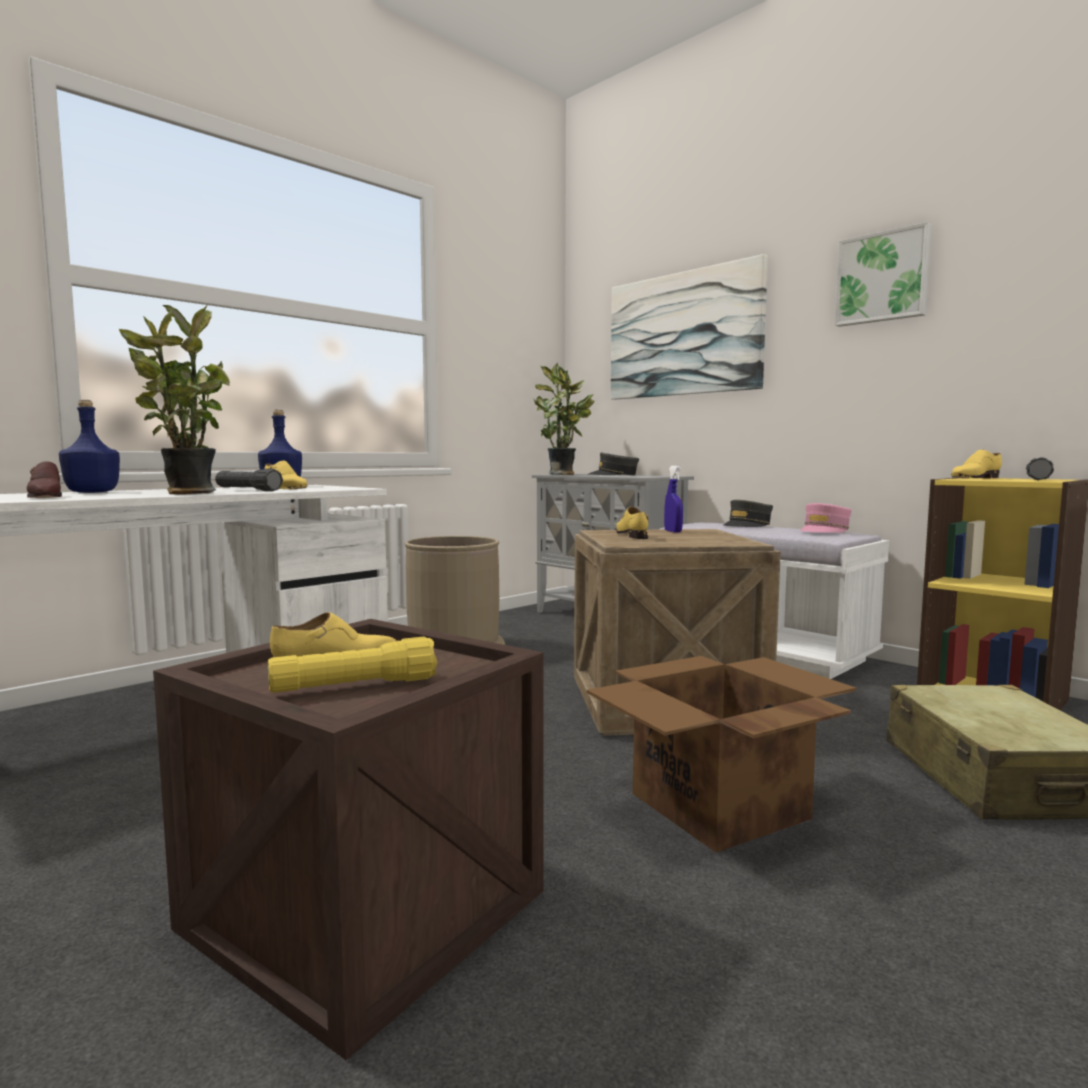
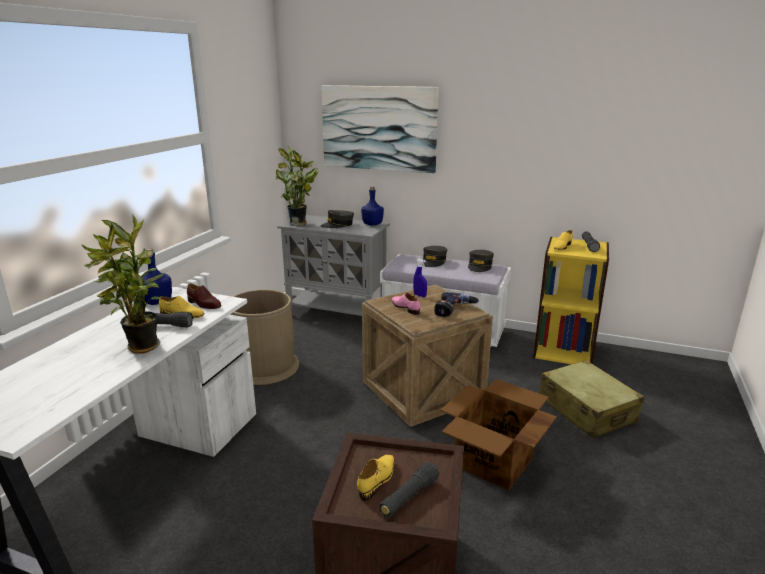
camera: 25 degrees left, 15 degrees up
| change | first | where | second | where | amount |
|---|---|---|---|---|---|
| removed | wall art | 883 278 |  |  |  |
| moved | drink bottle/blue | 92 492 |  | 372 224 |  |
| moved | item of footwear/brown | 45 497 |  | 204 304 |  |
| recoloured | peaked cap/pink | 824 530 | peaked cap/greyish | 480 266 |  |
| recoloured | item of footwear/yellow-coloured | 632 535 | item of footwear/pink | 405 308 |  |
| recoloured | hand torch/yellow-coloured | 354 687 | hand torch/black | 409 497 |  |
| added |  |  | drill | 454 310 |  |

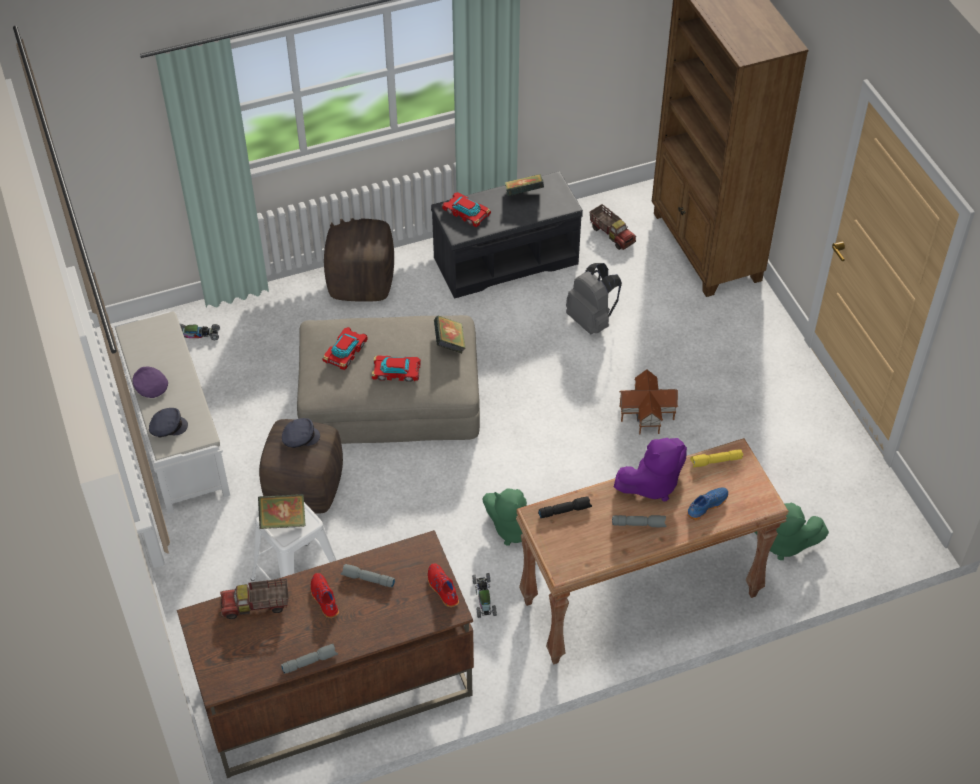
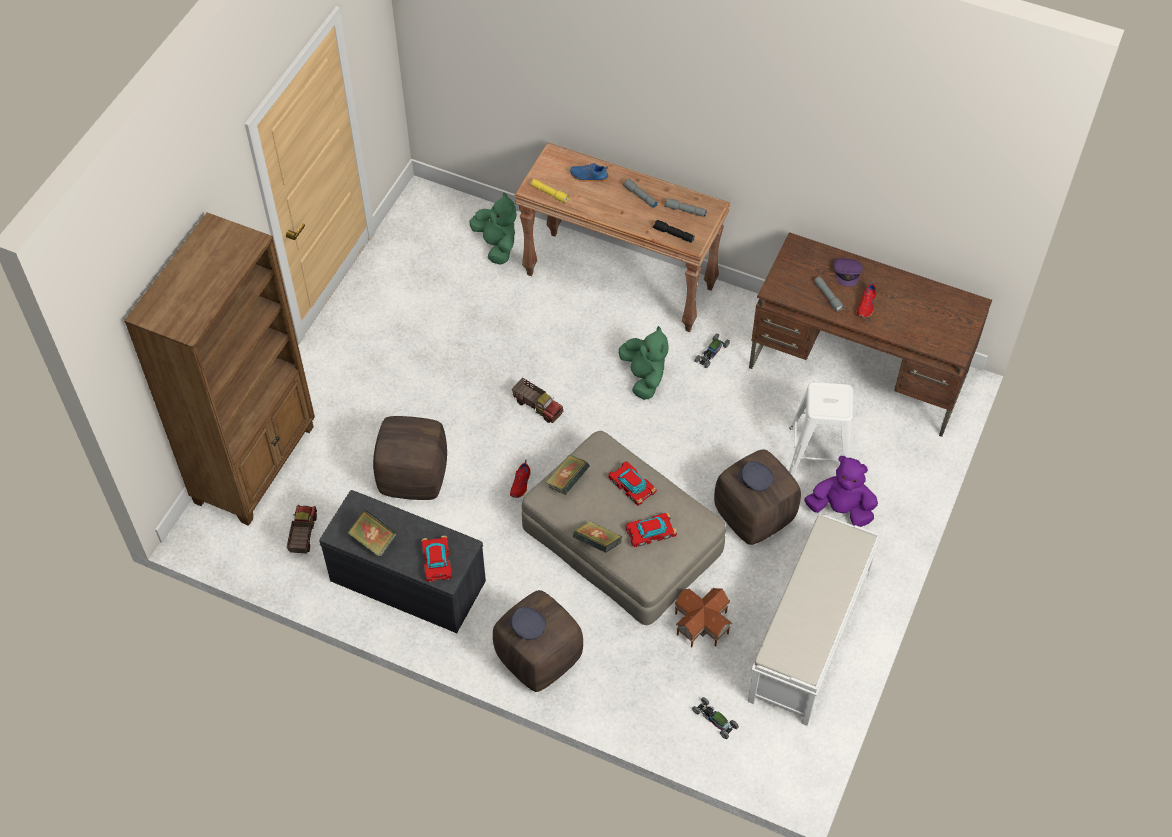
camera: 135 degrees left, 5 degrees up
| change | first | where | second | where | amount |
|---|---|---|---|---|---|
| replaced | knapsack/greyish | 592 320 | footrest/brown | 413 476 |  |
| moved | peaked cap/purplish | 150 387 |  | 847 273 |  |
| moved | model house | 647 413 |  | 701 622 |  |
| moved | peaked cap/greyish | 167 427 |  | 527 627 |  |
| moved | plush toy/purplish | 652 484 |  | 841 509 |  |
| moved | book | 283 520 |  | 597 543 |  |
| moved | item of footwear/red-coloured | 442 588 |  | 521 484 |  |
| moved | toy lorry | 256 606 |  | 538 406 |  |
| moved | hand torch/greyish | 310 661 |  | 684 211 |  |

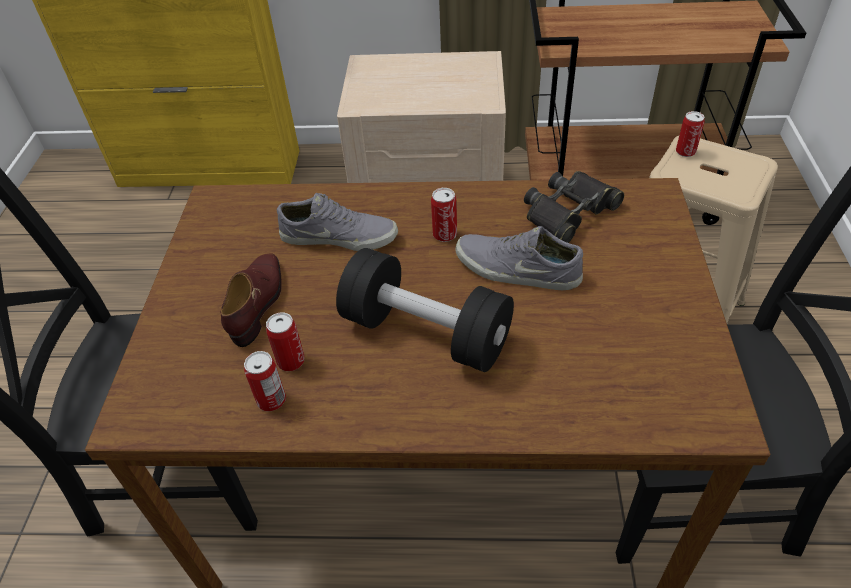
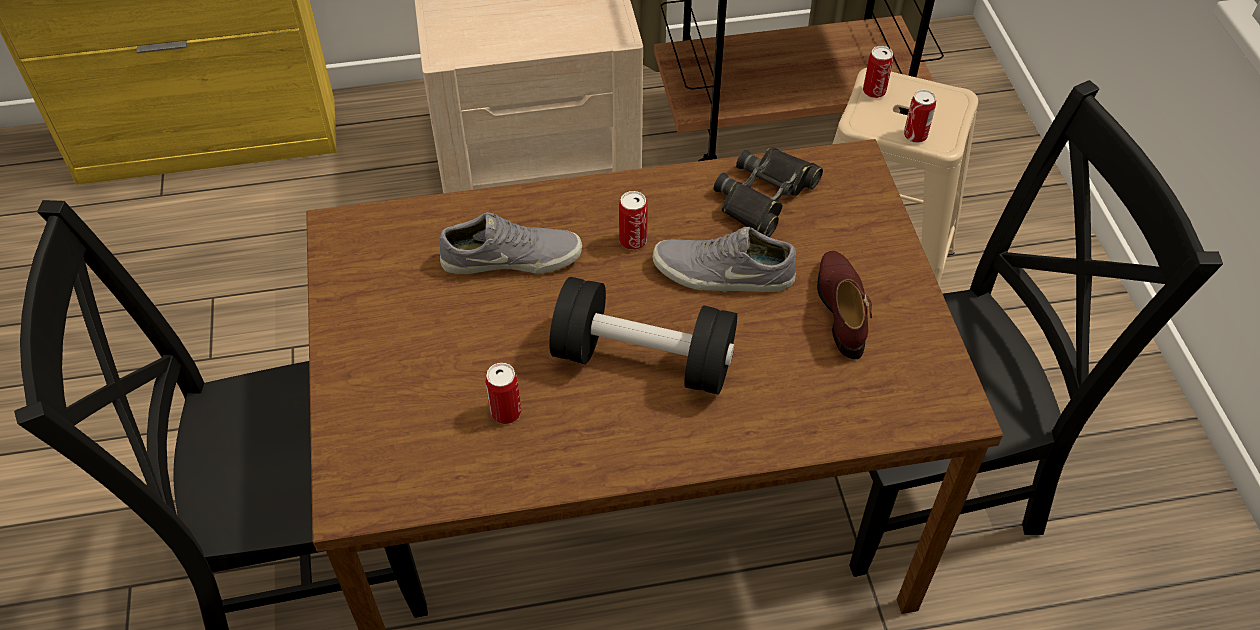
camera: 15 degrees left, 5 degrees up
| change | first | where | second | where | amount |
|---|---|---|---|---|---|
| moved | item of footwear/brown | 258 303 |  | 842 308 |  |
| moved | sealed can | 271 400 |  | 915 135 |  |

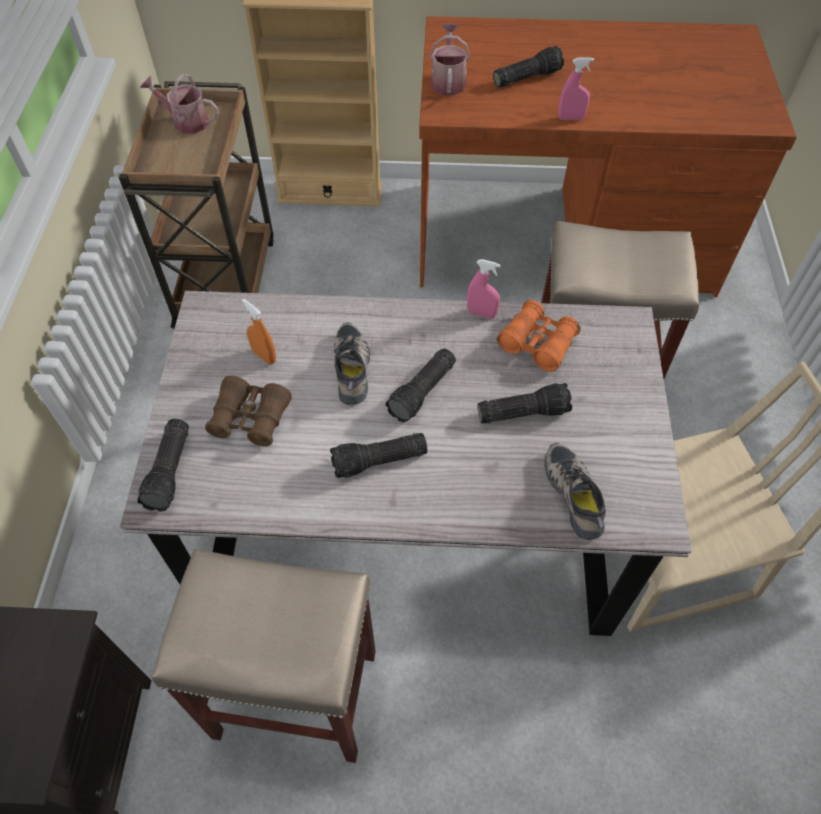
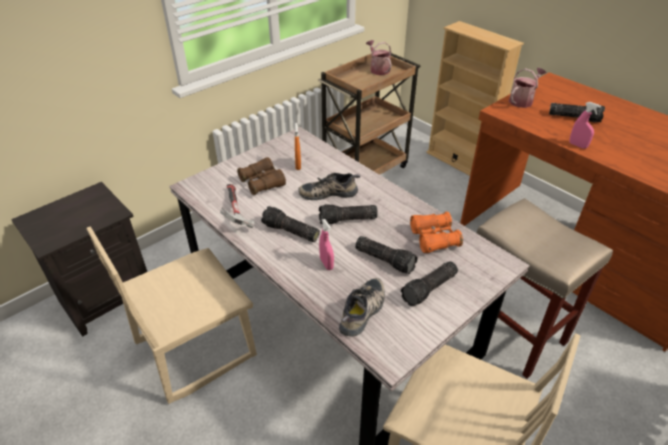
camera: 45 degrees right, 15 degrees down
| change | first | where | second | where | amount |
|---|---|---|---|---|---|
| moved | spray bottle/pink | 481 313 |  | 326 264 |  |
| turned | item of footwear | 353 368 |  | 329 192 | 135 degrees counterclockwise |
| moved | hand torch | 171 471 |  | 430 289 |  |
| replaced | sitting stool/beige-coloured | 293 694 | plain chair/beige-coloured | 195 348 |  |
| added |  |  | tool hammer | 236 212 |  |

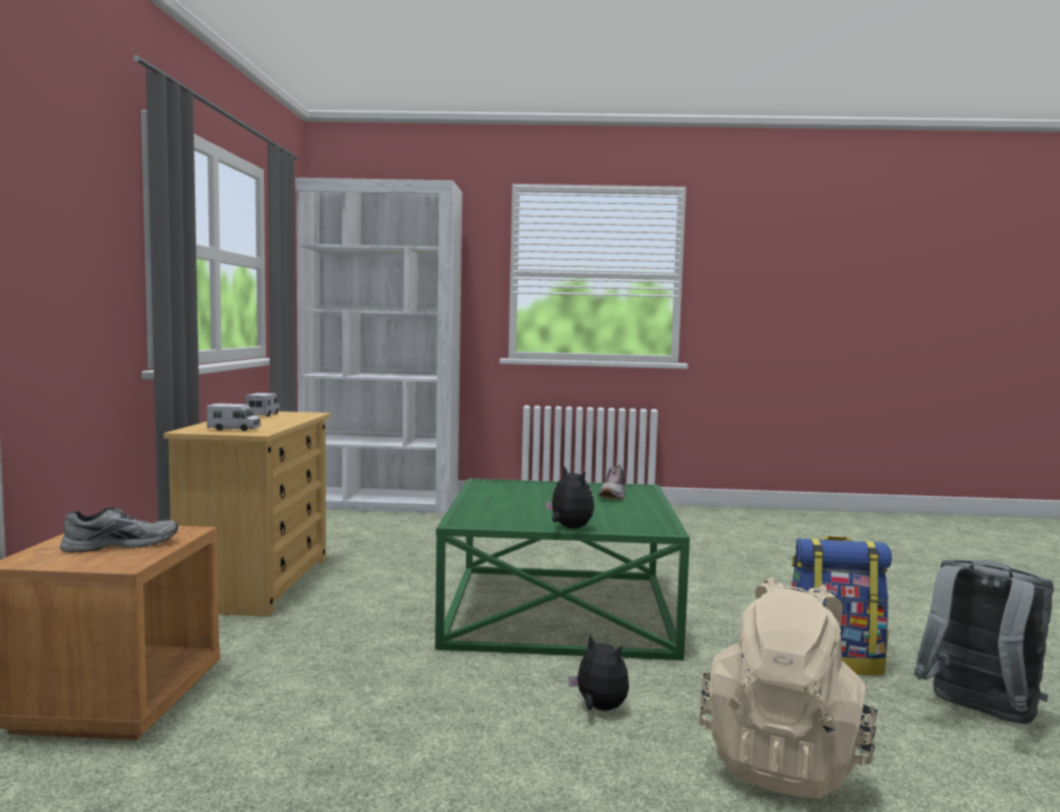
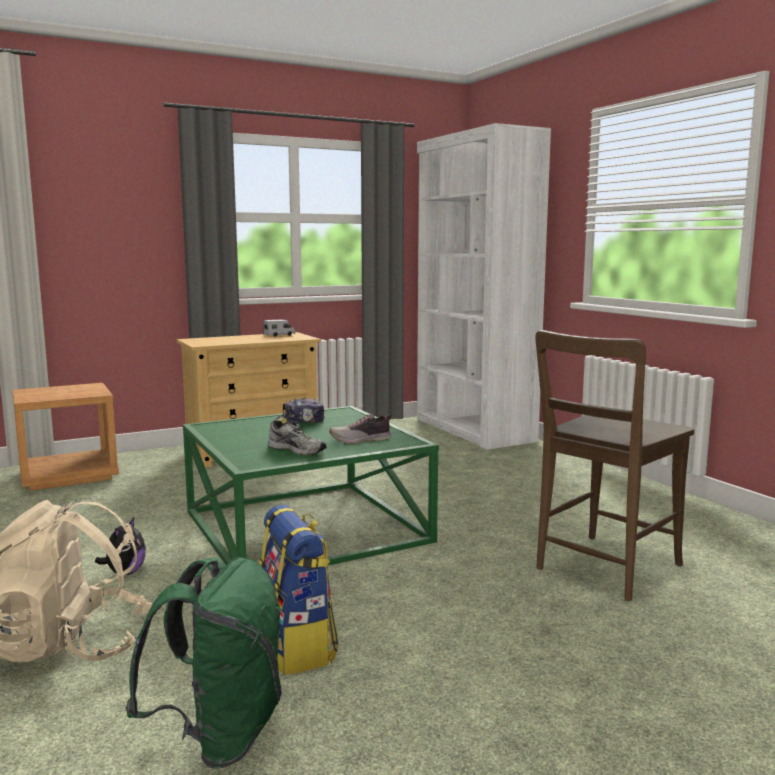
camera: 60 degrees right, 5 degrees up
| change | first | where | second | where | amount |
|---|---|---|---|---|---|
| removed | toy lorry | 234 429 |  |  |  |
| removed | plush toy | 569 528 |  |  |  |
| moved | item of footwear/greyish | 121 544 |  | 298 449 |  |
| recoloured | knapsack/greyish | 977 715 | knapsack/greenish | 220 736 |  |
| added |  |  | plain chair/brown | 604 569 |  |
| added |  |  | peaked cap | 299 422 |  |

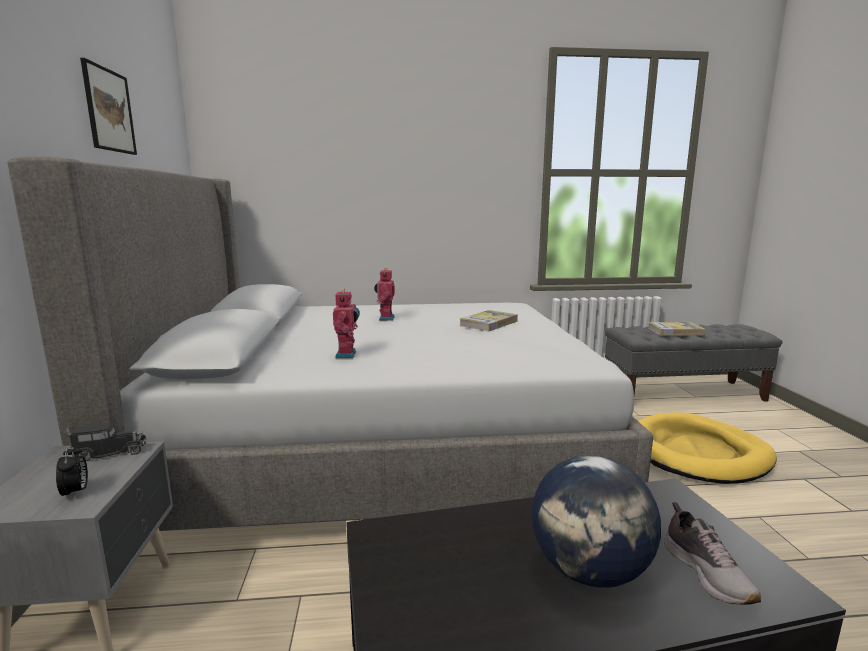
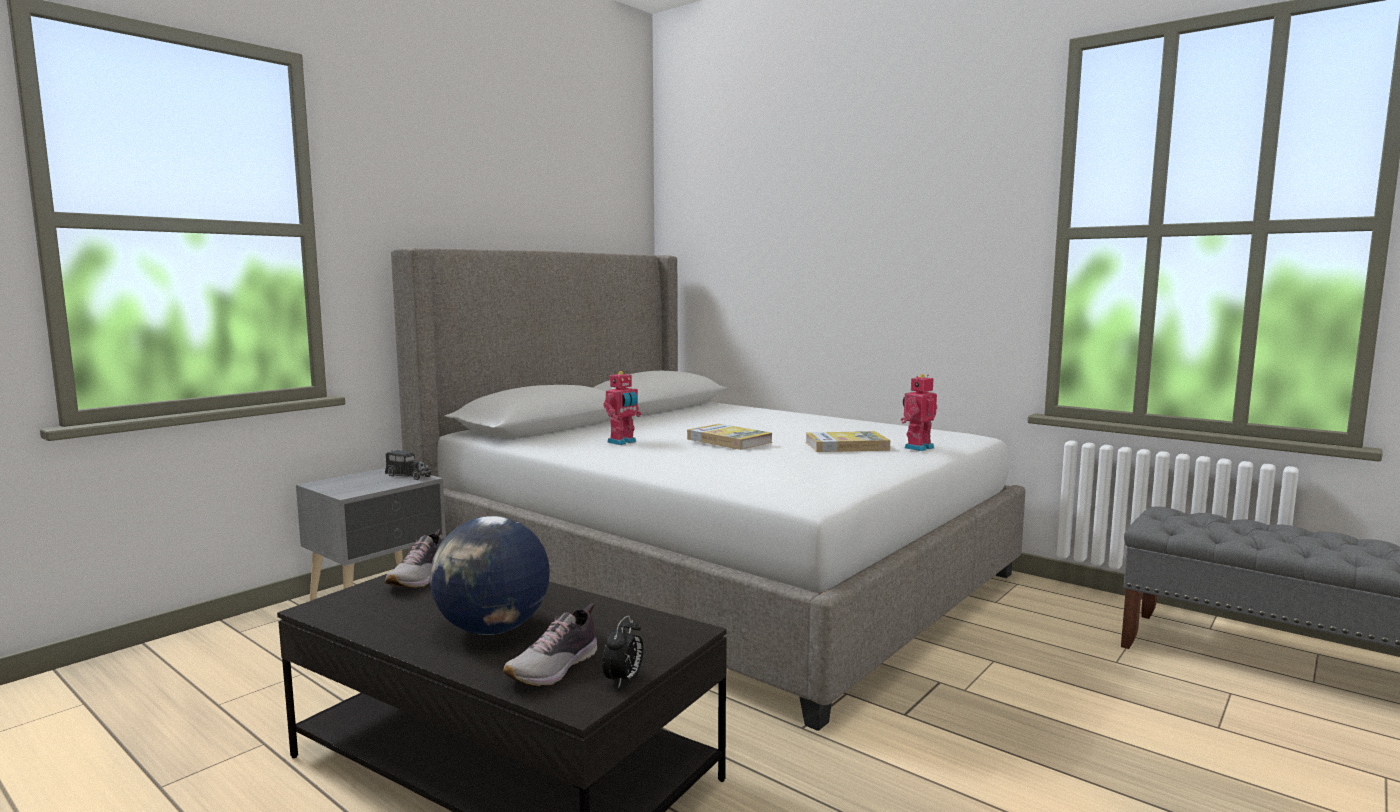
camera: 45 degrees right, 5 degrees down
| change | first | where | second | where | amount |
|---|---|---|---|---|---|
| removed | wall art | 109 110 |  |  |  |
| moved | robot figure | 385 318 |  | 917 447 |  |
| moved | book | 675 331 |  | 729 441 |  |
| removed | pet bed/yellow-coloured | 697 453 |  |  |  |
| moved | alarm clock | 76 492 |  | 624 680 |  |
| added |  |  | item of footwear | 420 578 |  |

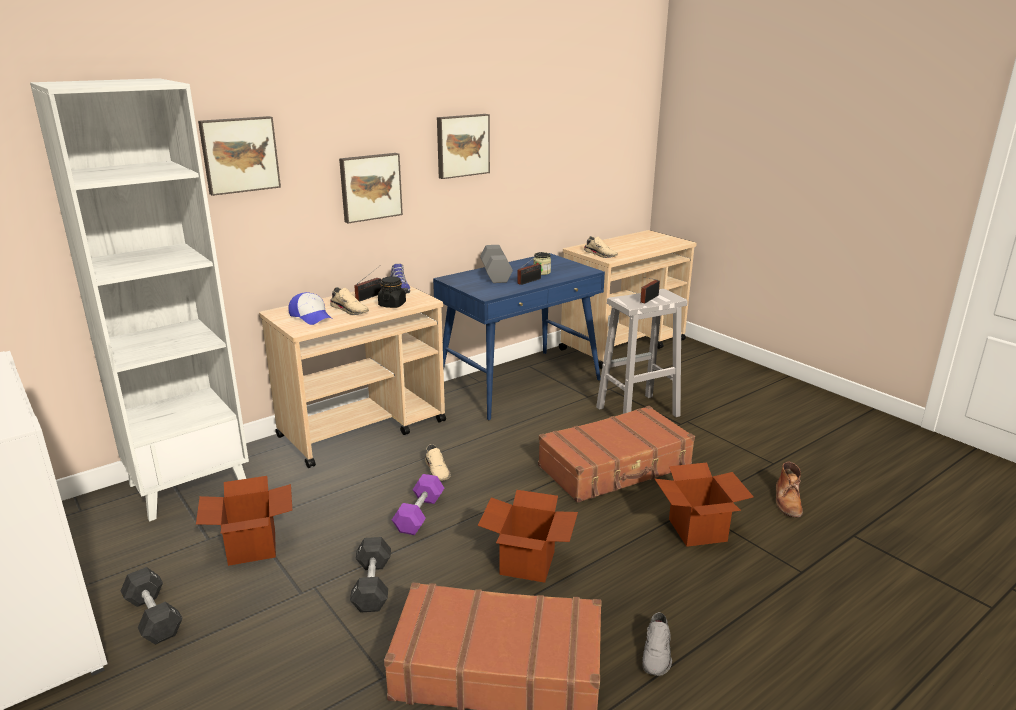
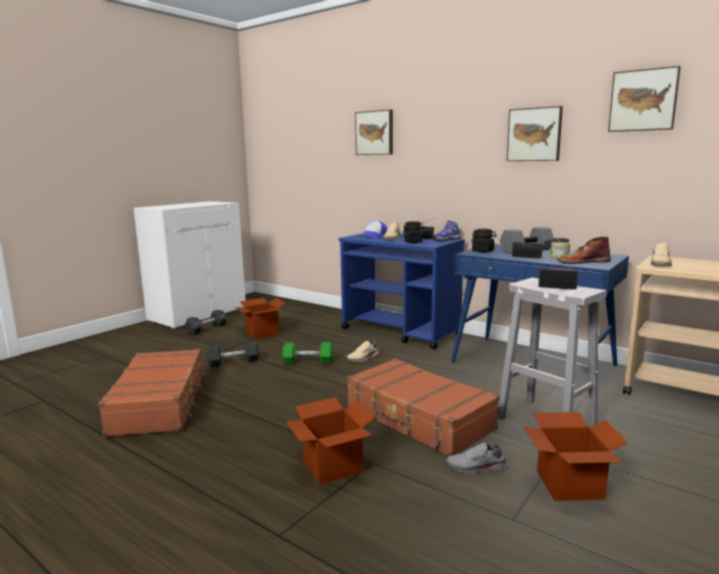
camera: 75 degrees right, 10 degrees down
| change | first | where | second | where | amount |
|---|---|---|---|---|---|
| removed | bookcase/white-coloured | 189 485 |  |  |  |
| moved | wall art | 370 187 |  | 643 100 |  |
| recoloured | trolley/beige-coloured | 364 428 | trolley/blue | 401 331 |  |
| moved | high-top boot/brown | 787 501 |  | 583 262 |  |
| recoloured | dumbbell/purplish | 419 514 | dumbbell/greenish | 308 361 |  |
| moved | packing box | 527 563 |  | 569 485 |  |
| moved | item of footwear/greyish | 657 653 |  | 476 467 |  |
| added |  |  | storage jar/black | 483 251 |  |

